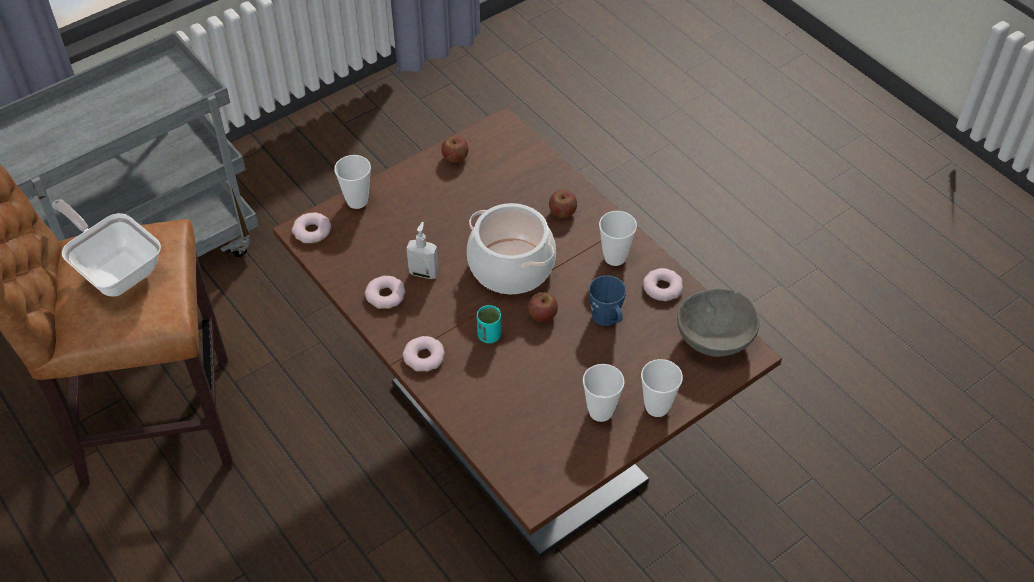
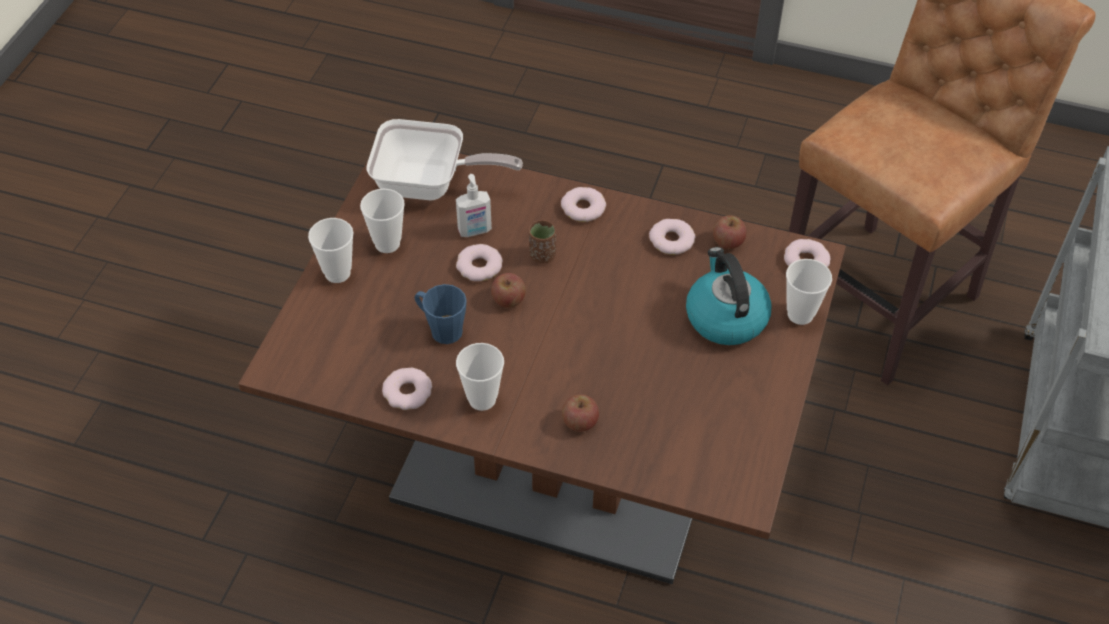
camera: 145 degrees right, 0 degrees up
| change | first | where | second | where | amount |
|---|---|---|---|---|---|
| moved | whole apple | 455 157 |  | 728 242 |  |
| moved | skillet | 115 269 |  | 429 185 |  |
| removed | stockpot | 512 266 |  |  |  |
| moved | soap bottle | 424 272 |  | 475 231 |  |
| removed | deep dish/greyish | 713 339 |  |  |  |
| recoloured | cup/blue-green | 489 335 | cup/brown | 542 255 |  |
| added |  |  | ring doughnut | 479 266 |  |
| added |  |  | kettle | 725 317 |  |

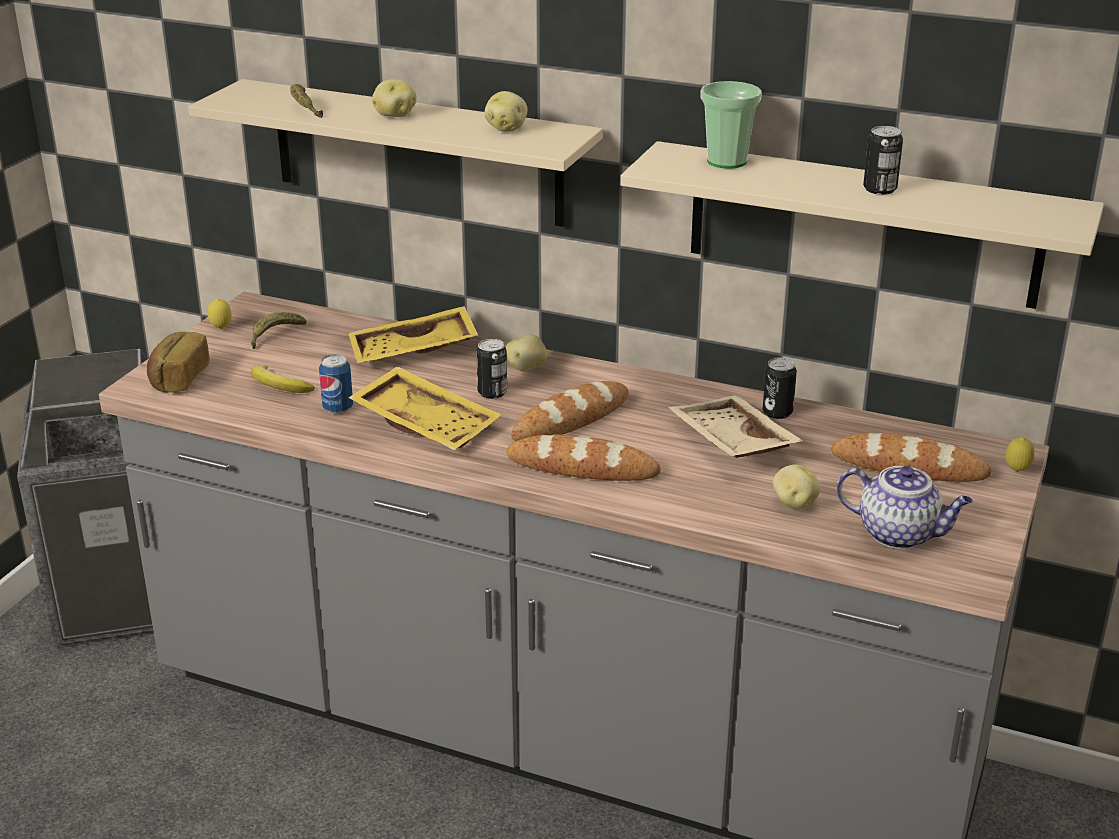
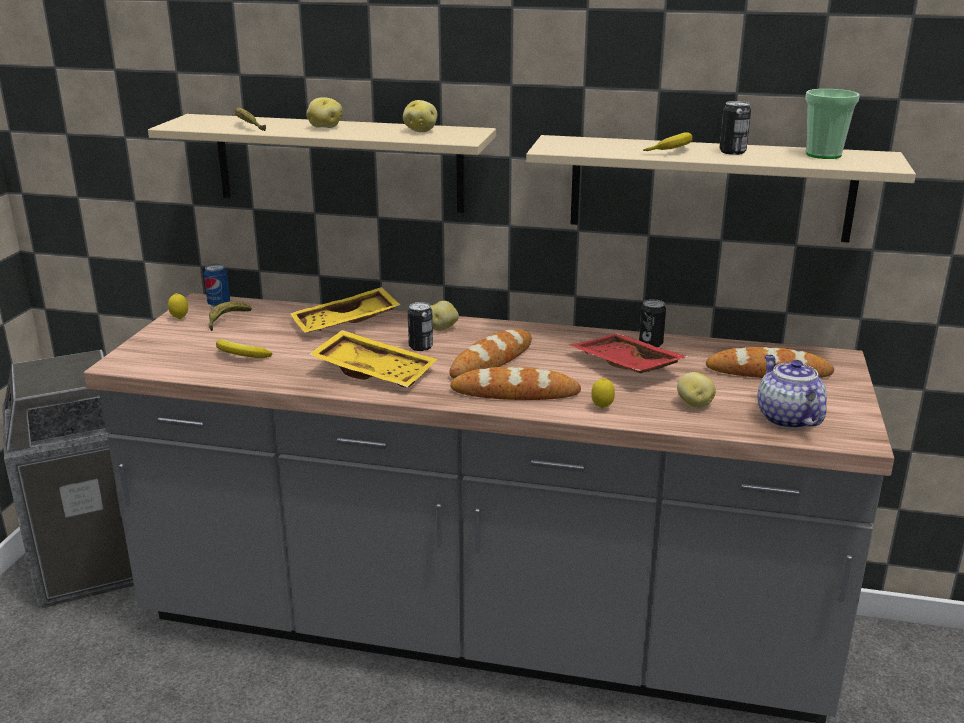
camera: 10 degrees left, 5 degrees down
| change | first | where | second | where | amount |
|---|---|---|---|---|---|
| moved | cup | 727 161 |  | 823 155 |  |
| removed | bakery bread | 178 378 |  |  |  |
| moved | sealed can | 338 408 |  | 219 304 |  |
| recoloured | tray/beige-coloured | 729 442 | tray/red-coloured | 624 366 |  |
| moved | citrus fruit | 1017 471 |  | 602 408 |  |
| turned | pot for tea | 900 534 |  | 786 418 | 120 degrees counterclockwise |
| added |  |  | banana | 672 150 |  |

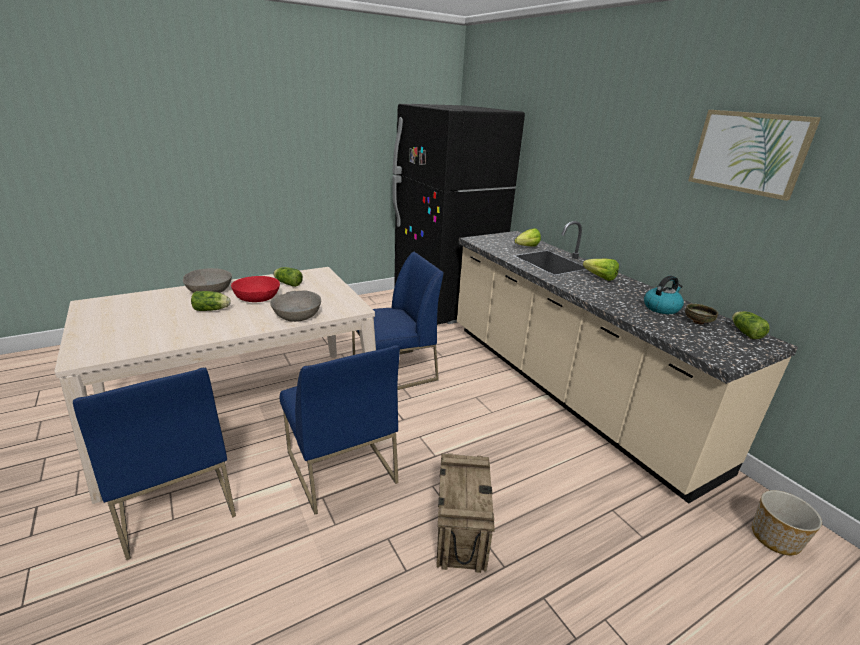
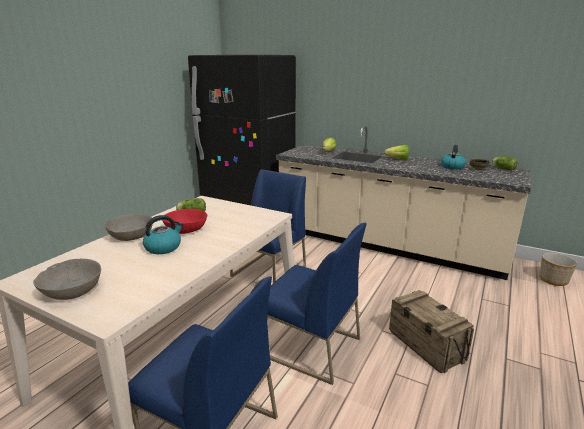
camera: 30 degrees left, 5 degrees down
| change | first | where | second | where | amount |
|---|---|---|---|---|---|
| removed | wall art | 748 152 |  |  |  |
| moved | deep dish/greyish | 297 315 |  | 72 290 |  |
| replaced | head of lettuce | 212 309 | kettle | 163 247 |  |

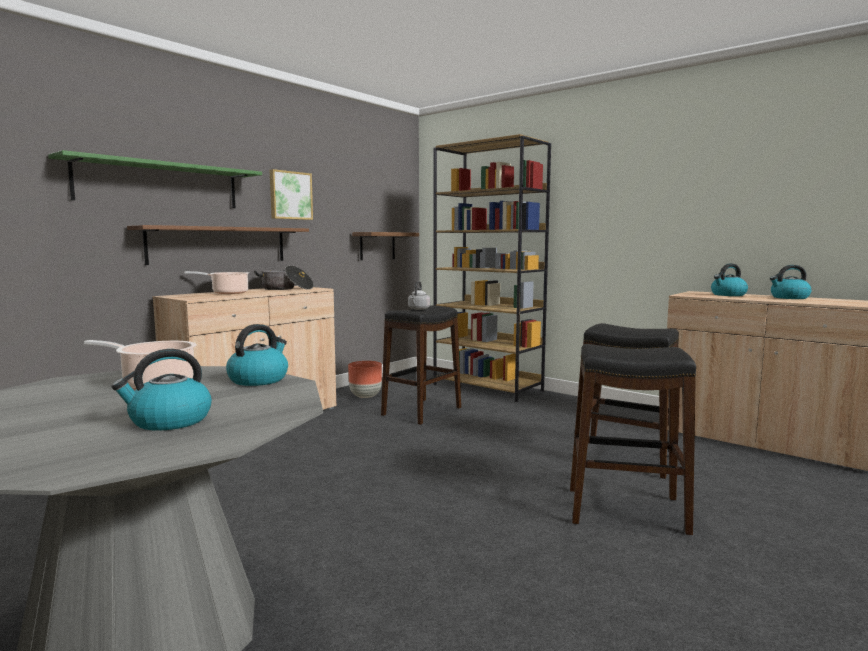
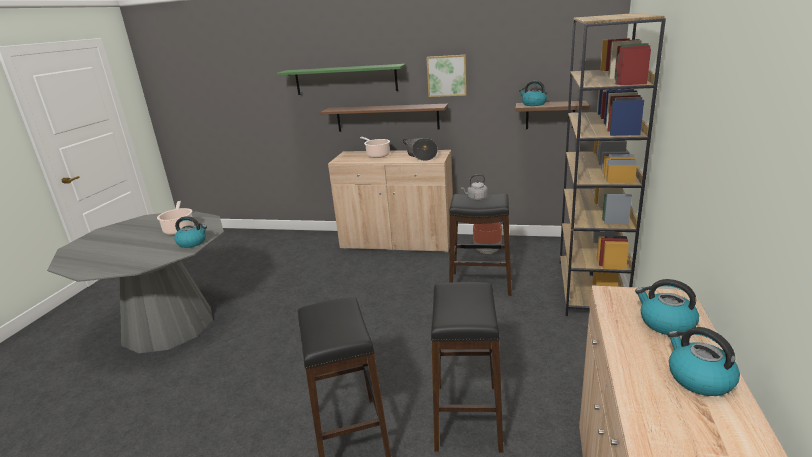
camera: 65 degrees right, 15 degrees up
| change | first | where | second | where | amount |
|---|---|---|---|---|---|
| moved | kettle | 169 421 |  | 533 104 |  |

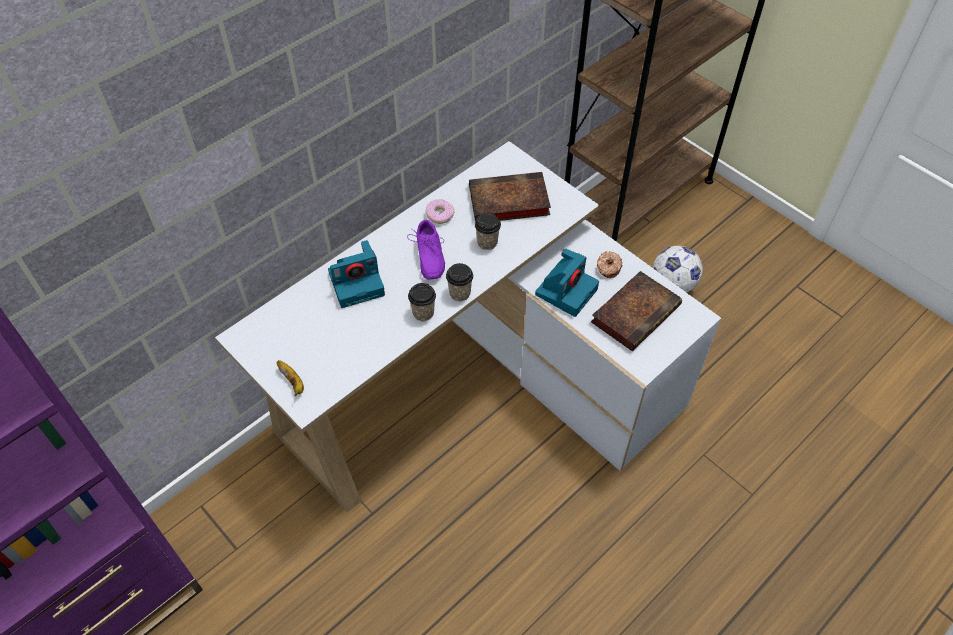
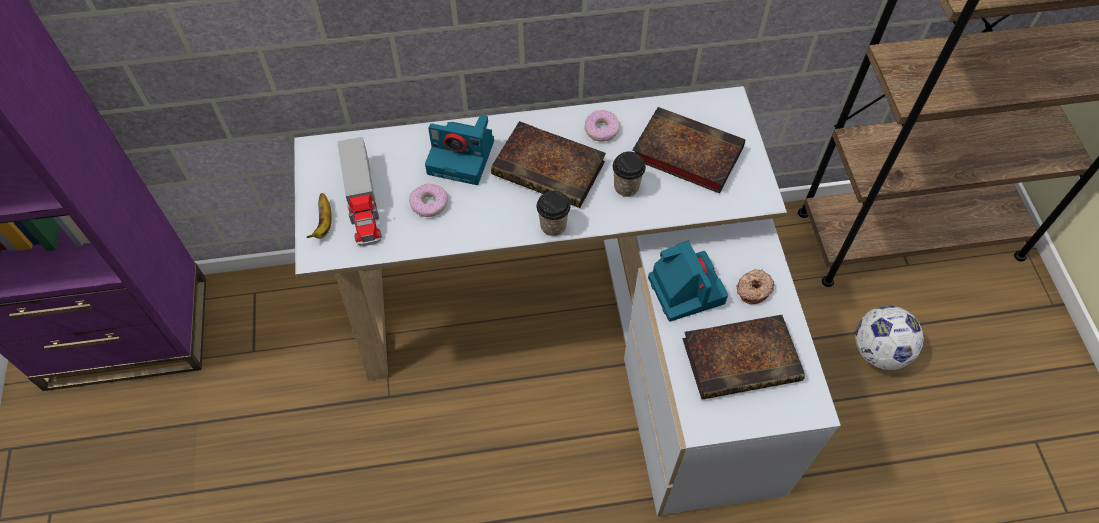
camera: 35 degrees right, 5 degrees up
| change | first | where | second | where | amount |
|---|---|---|---|---|---|
| replaced | item of footwear/purplish | 427 258 | book | 551 169 |  |
| turned | still camera | 566 290 |  | 684 288 | 90 degrees counterclockwise |
| removed | cup | 423 313 |  |  |  |
| added |  |  | toy lorry | 362 201 |  |
| added |  |  | ring doughnut | 429 204 |  |

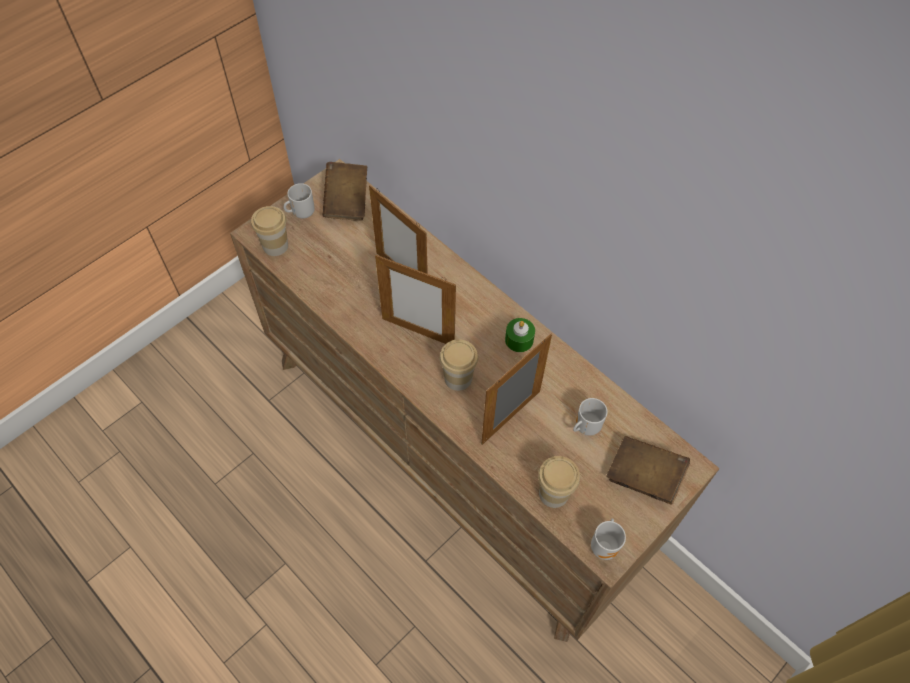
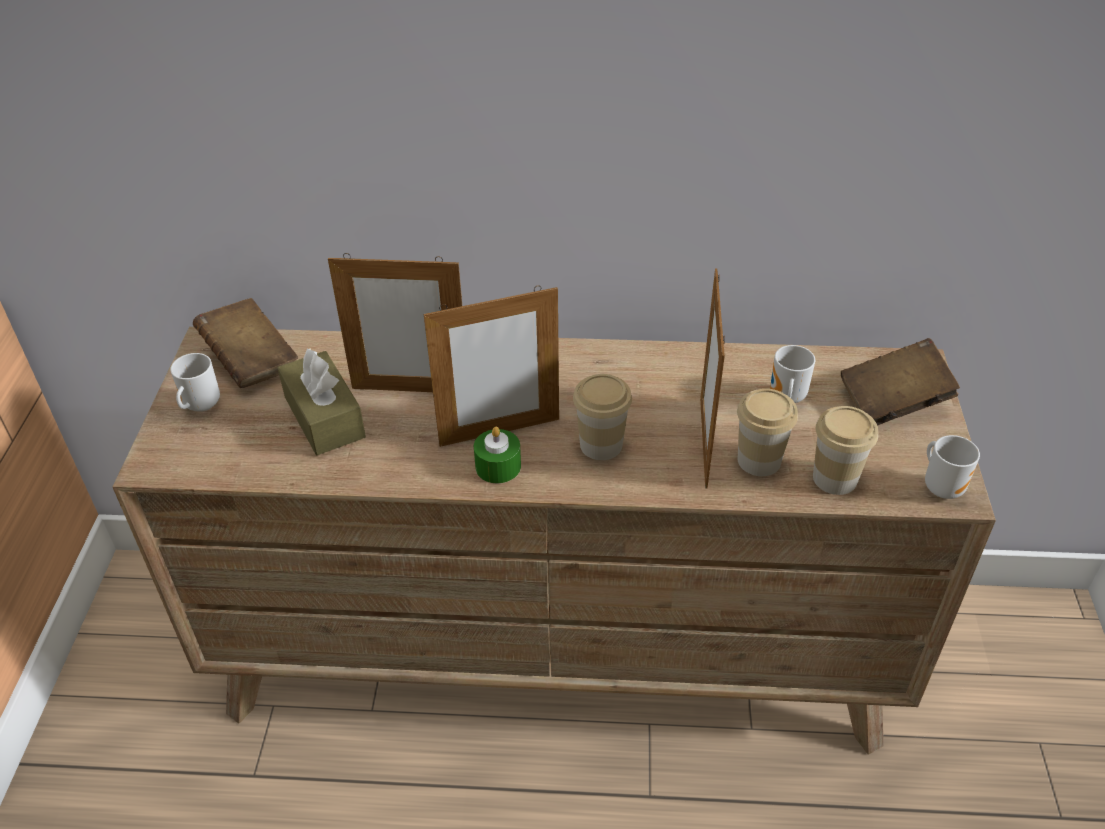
camera: 40 degrees left, 15 degrees down
| change | first | where | second | where | amount |
|---|---|---|---|---|---|
| moved | cup | 275 246 |  | 759 460 |  |
| moved | wax light/greenish | 519 340 |  | 498 466 |  |
| added |  |  | tissue holder/brown | 324 417 |  |

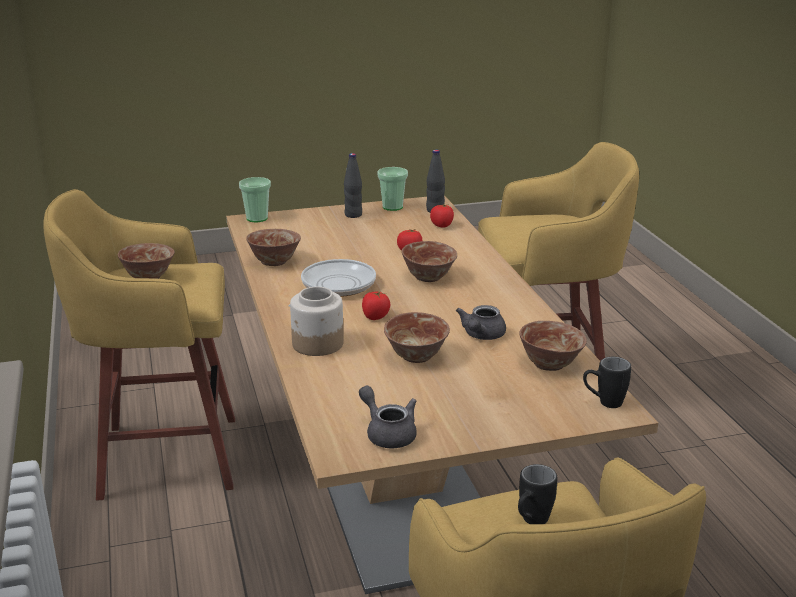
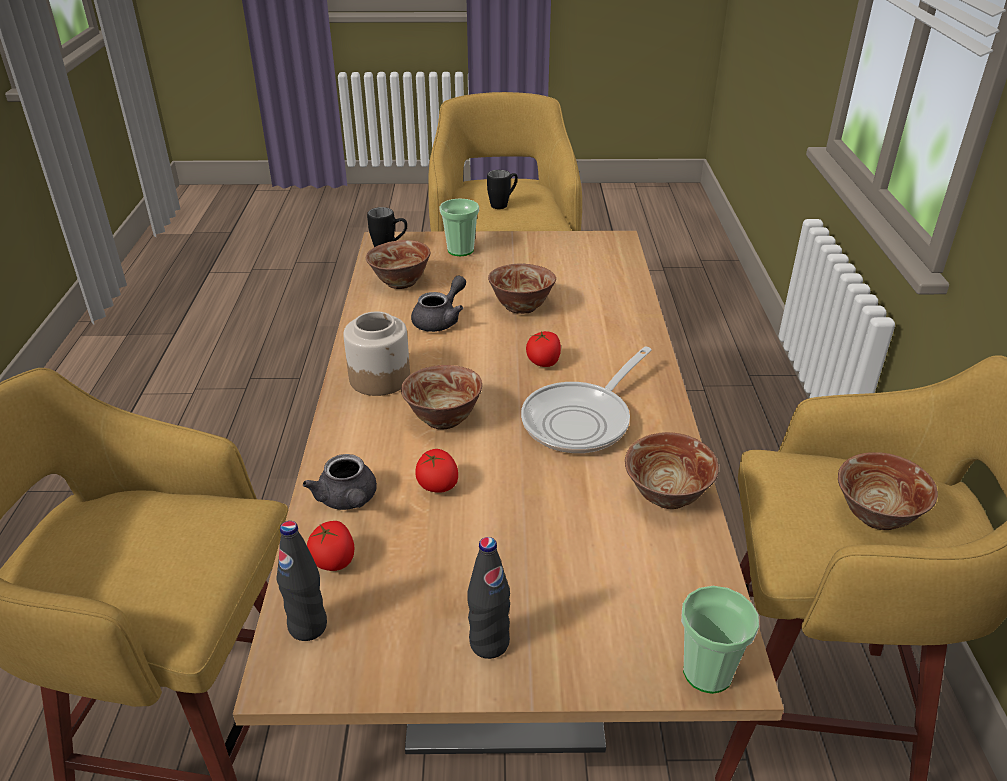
camera: 165 degrees left, 10 degrees up
| change | first | where | second | where | amount |
|---|---|---|---|---|---|
| moved | cup | 392 207 |  | 460 250 |  |
| moved | storage jar | 317 344 |  | 380 378 |  |
| moved | pot for tea/greyish | 388 433 |  | 348 500 |  |

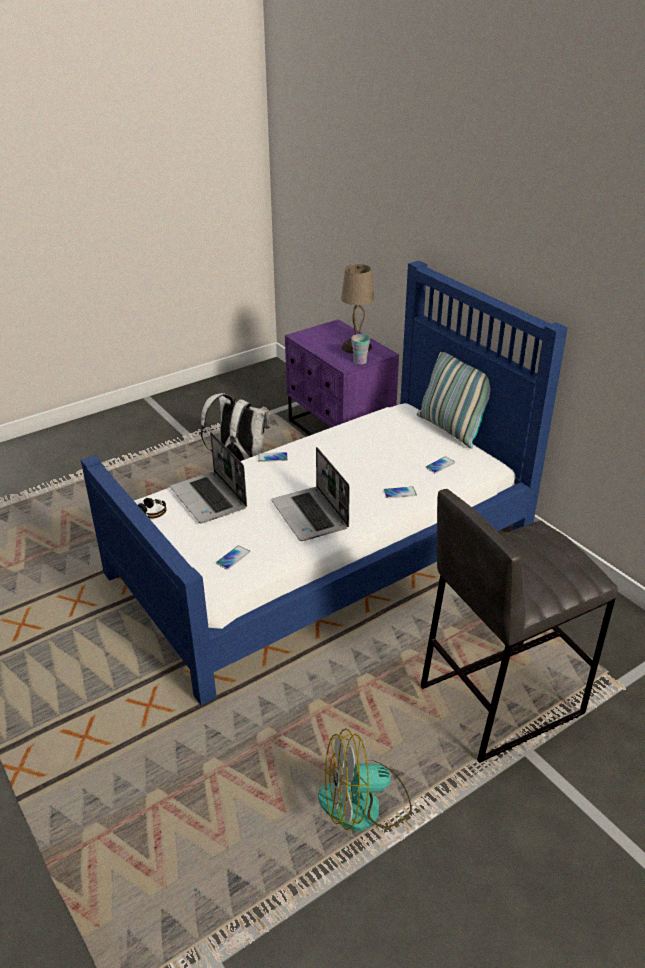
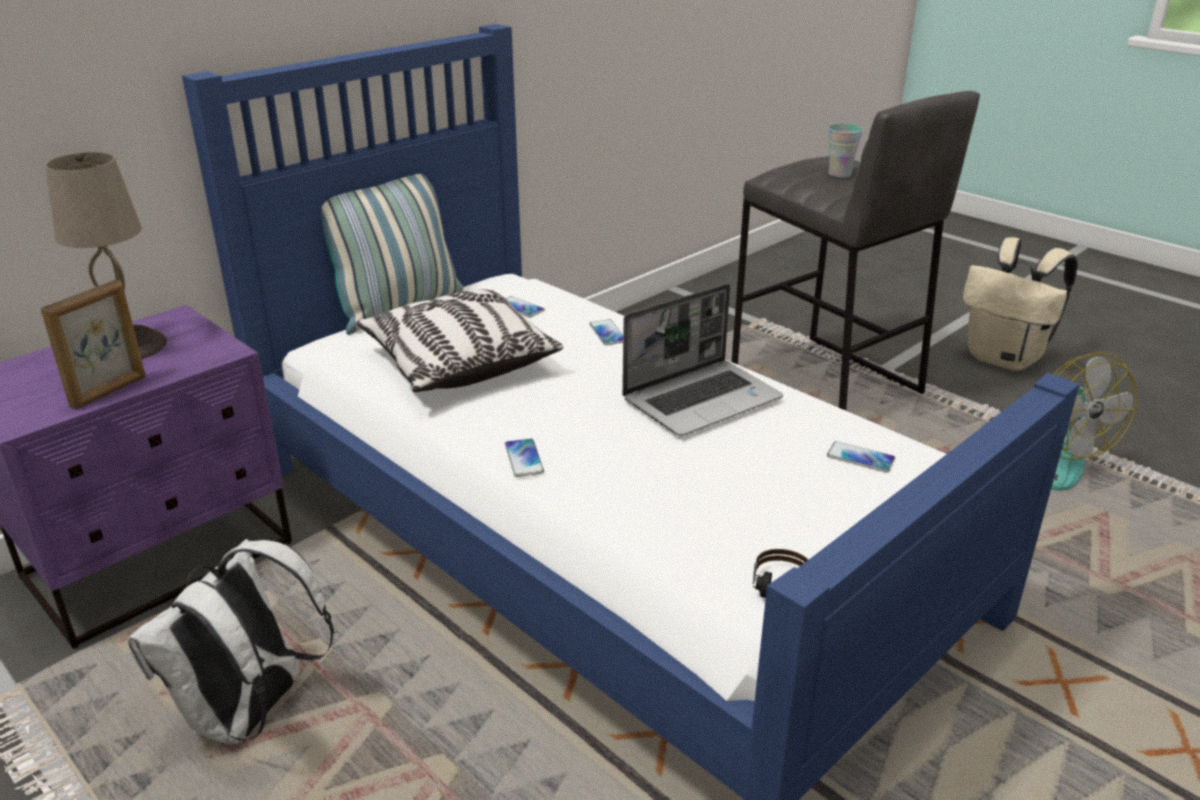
camera: 100 degrees left, 5 degrees down
| change | first | where | second | where | amount |
|---|---|---|---|---|---|
| moved | cup | 360 361 |  | 839 174 |  |
| removed | laptop | 210 499 |  |  |  |
| added |  |  | knapsack/beige-coloured | 1005 359 |  |
| added |  |  | picture frame | 110 392 |  |
| added |  |  | pillow | 458 363 |  |

